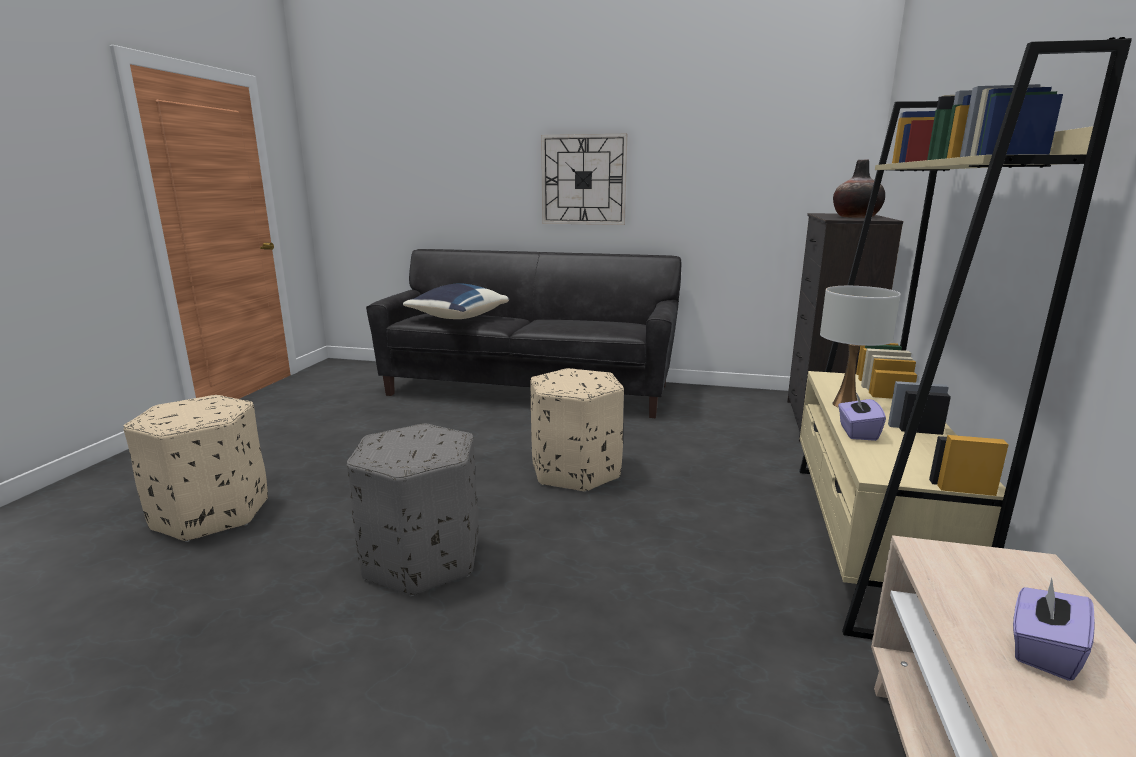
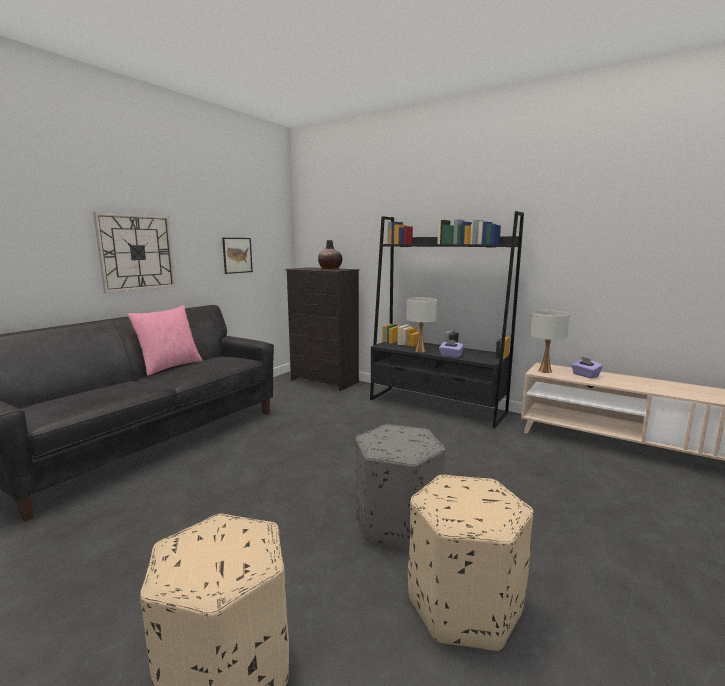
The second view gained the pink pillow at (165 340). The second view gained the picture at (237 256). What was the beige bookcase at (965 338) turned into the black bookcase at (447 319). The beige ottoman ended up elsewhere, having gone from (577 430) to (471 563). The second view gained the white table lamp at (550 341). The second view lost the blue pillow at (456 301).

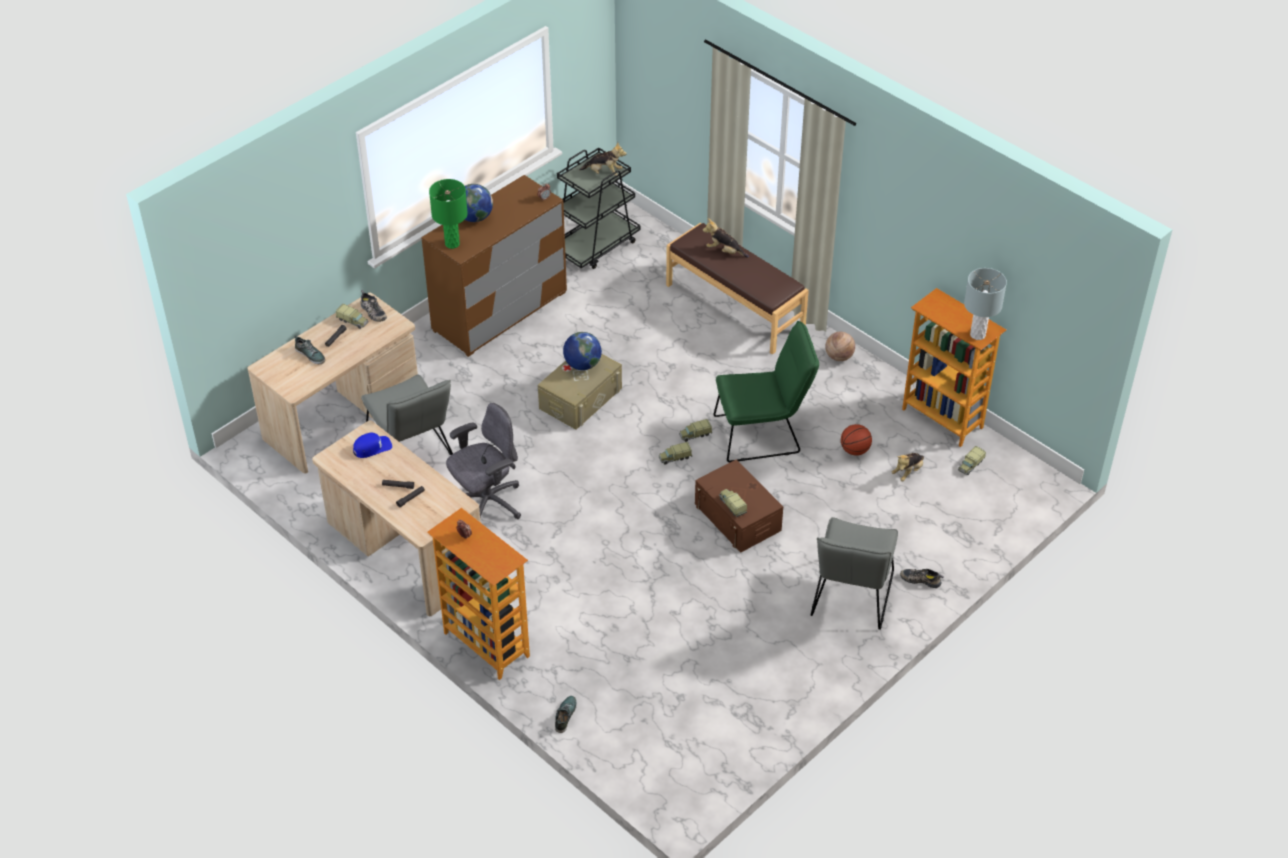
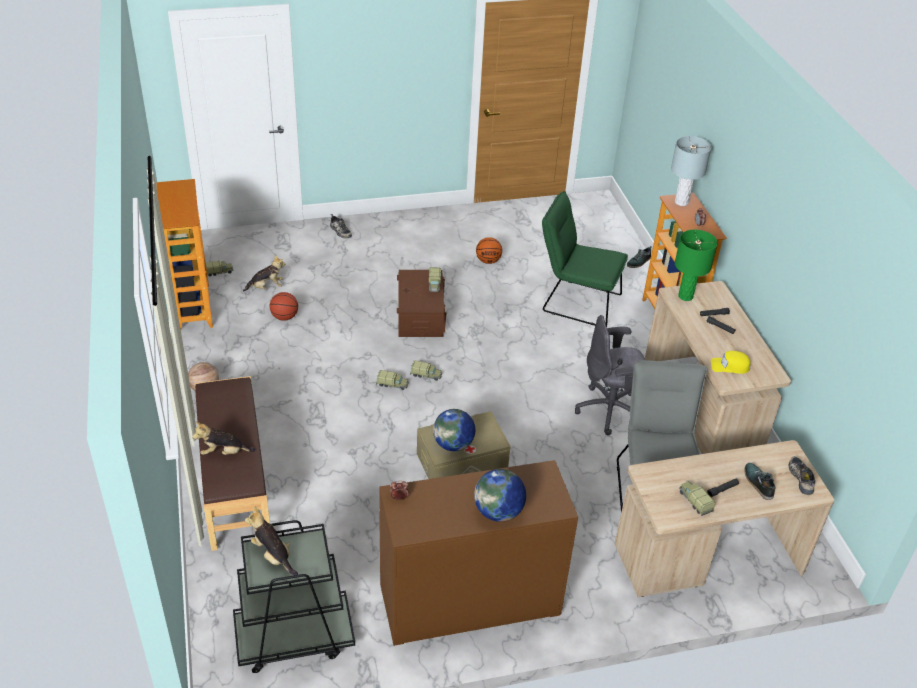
The plush toy at (726 238) ended up facing another way, 120 degrees clockwise from before. The second view gained the basketball at (489 250). The green chair ended up elsewhere, having gone from (766 391) to (585 259). The grey table lamp ended up elsewhere, having gone from (985 304) to (691 171). The green table lamp ended up elsewhere, having gone from (448 214) to (696 265). What was the blue cap at (372 445) turned into the yellow cap at (731 362). The shoe ended up elsewhere, having gone from (374 306) to (802 475). The second view lost the grey chair at (854 573).

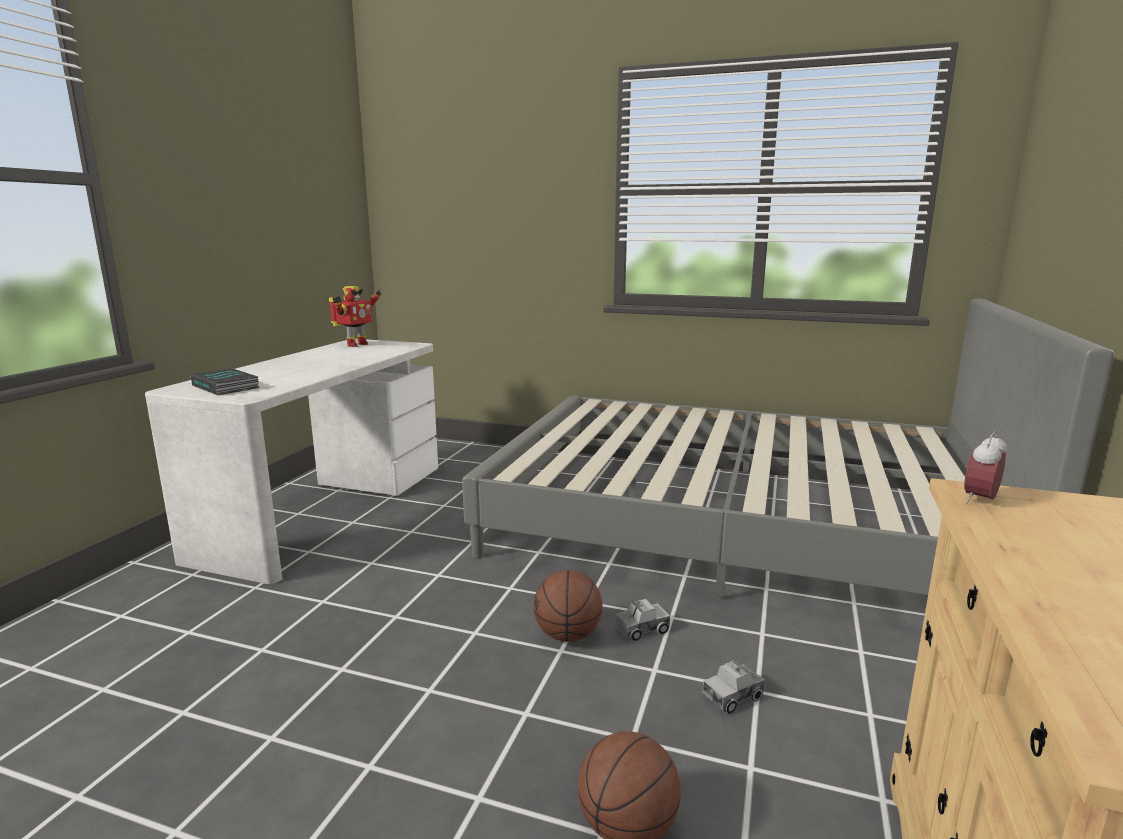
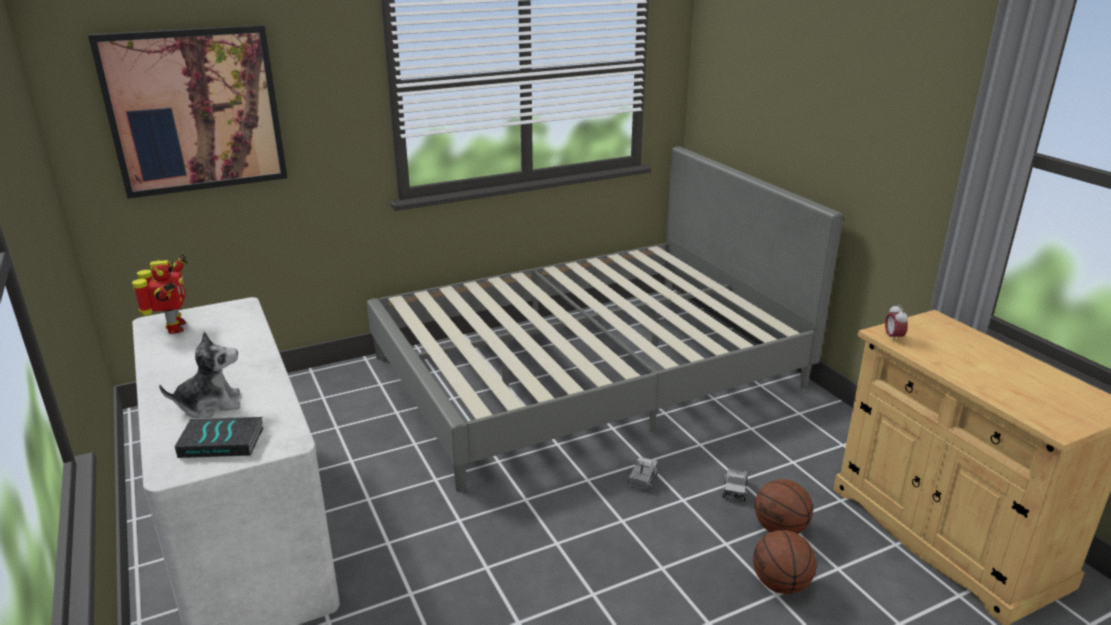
The second view gained the picture at (188 112). The second view gained the plush toy at (199 375). The basketball ended up elsewhere, having gone from (568 606) to (784 506).

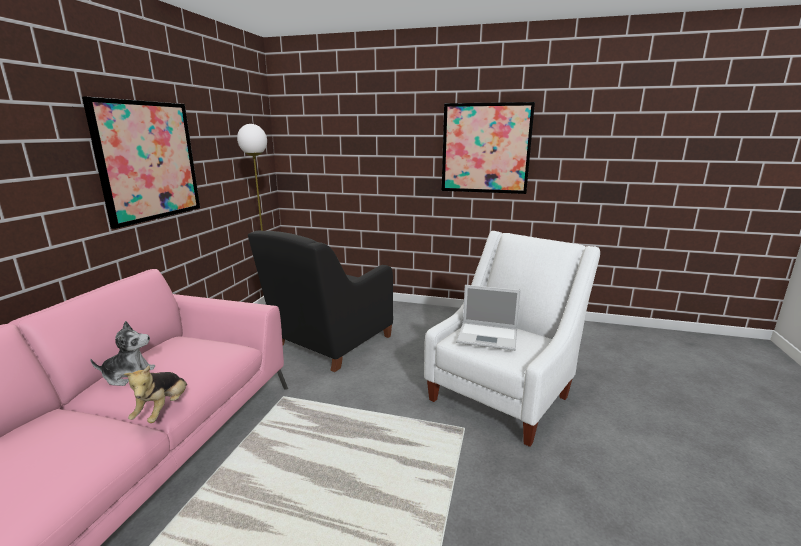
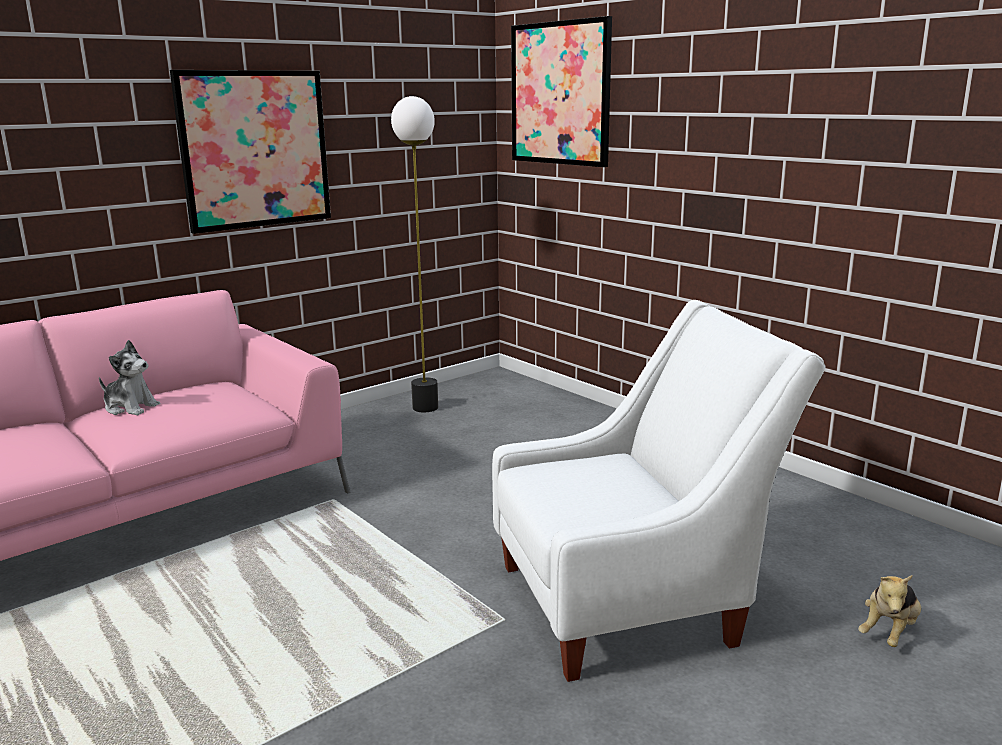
The picture ended up elsewhere, having gone from (488 148) to (561 91). The plush toy ended up elsewhere, having gone from (155 394) to (889 611). The second view lost the black armchair at (320 301). The second view lost the laptop at (488 318).

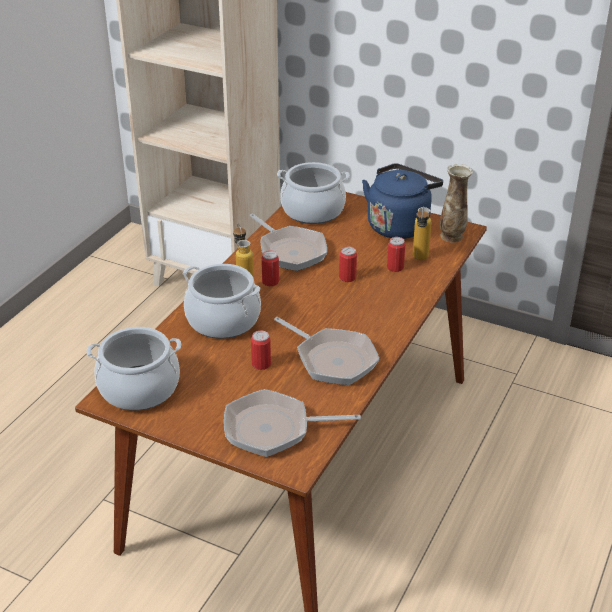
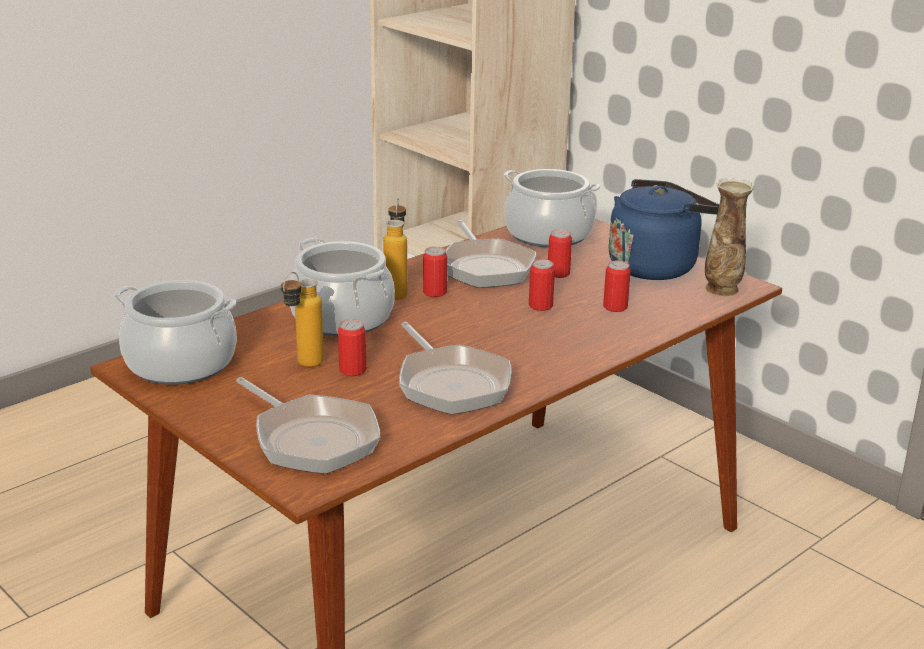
The frying pan at (292 423) ended up facing another way, 150 degrees counterclockwise from before. The bottle ended up elsewhere, having gone from (422 233) to (302 319). The second view gained the can at (560 253).

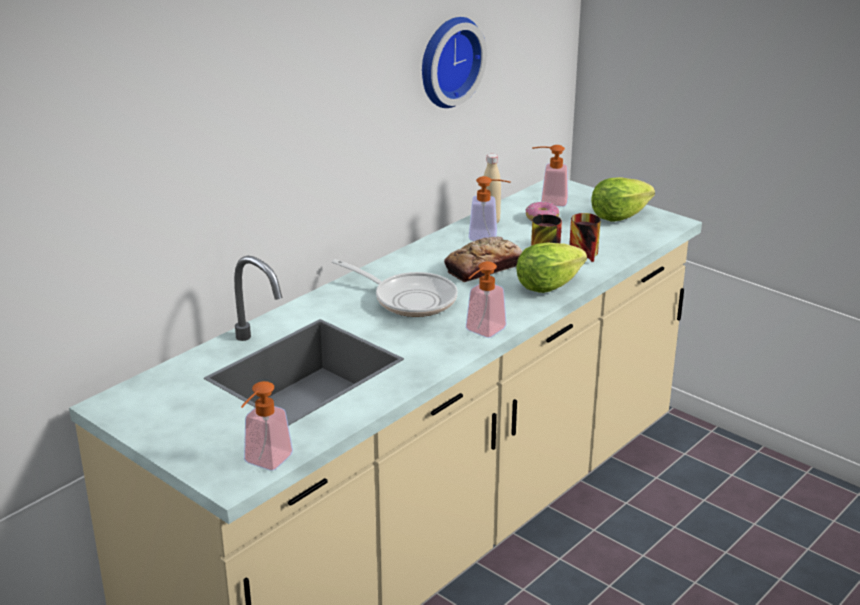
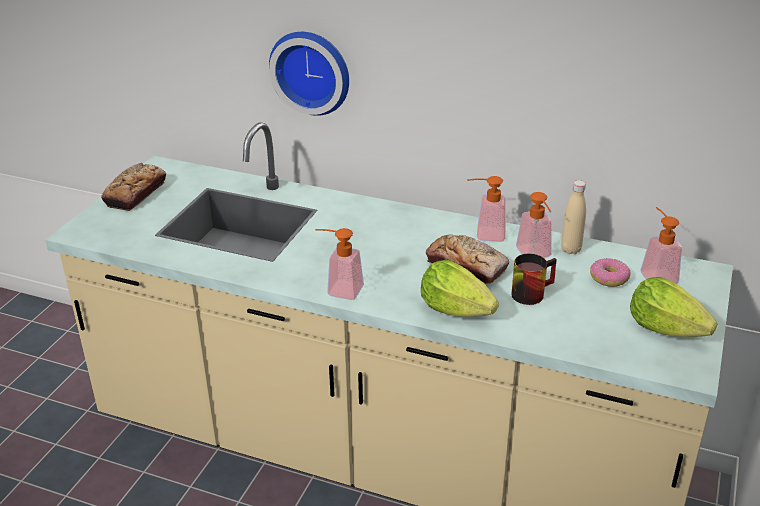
The second view gained the bread at (133 187). The wall clock ended up elsewhere, having gone from (454 62) to (309 74). The soap dispenser ended up elsewhere, having gone from (267 426) to (486 209). The second view lost the frying pan at (395 288). The second view lost the mug at (585 237).

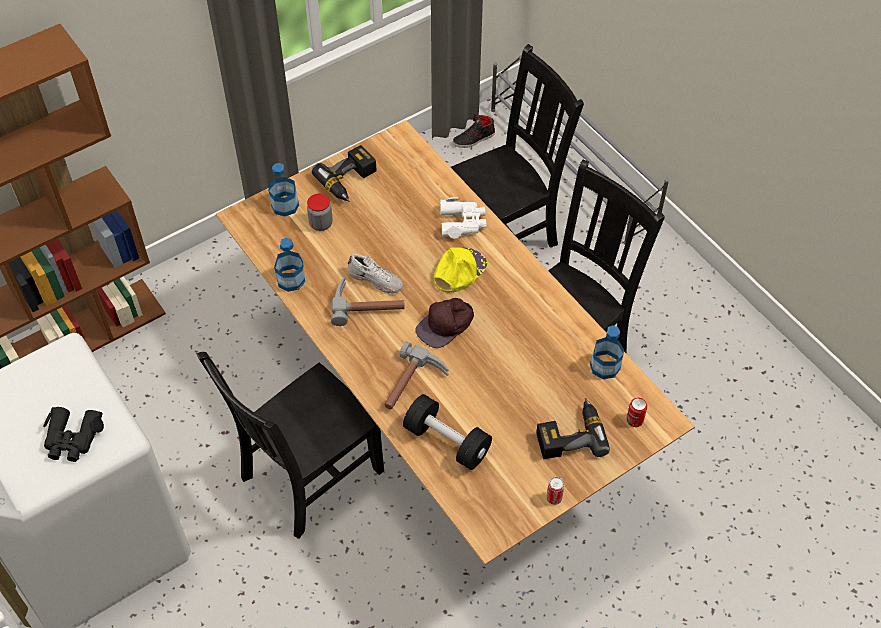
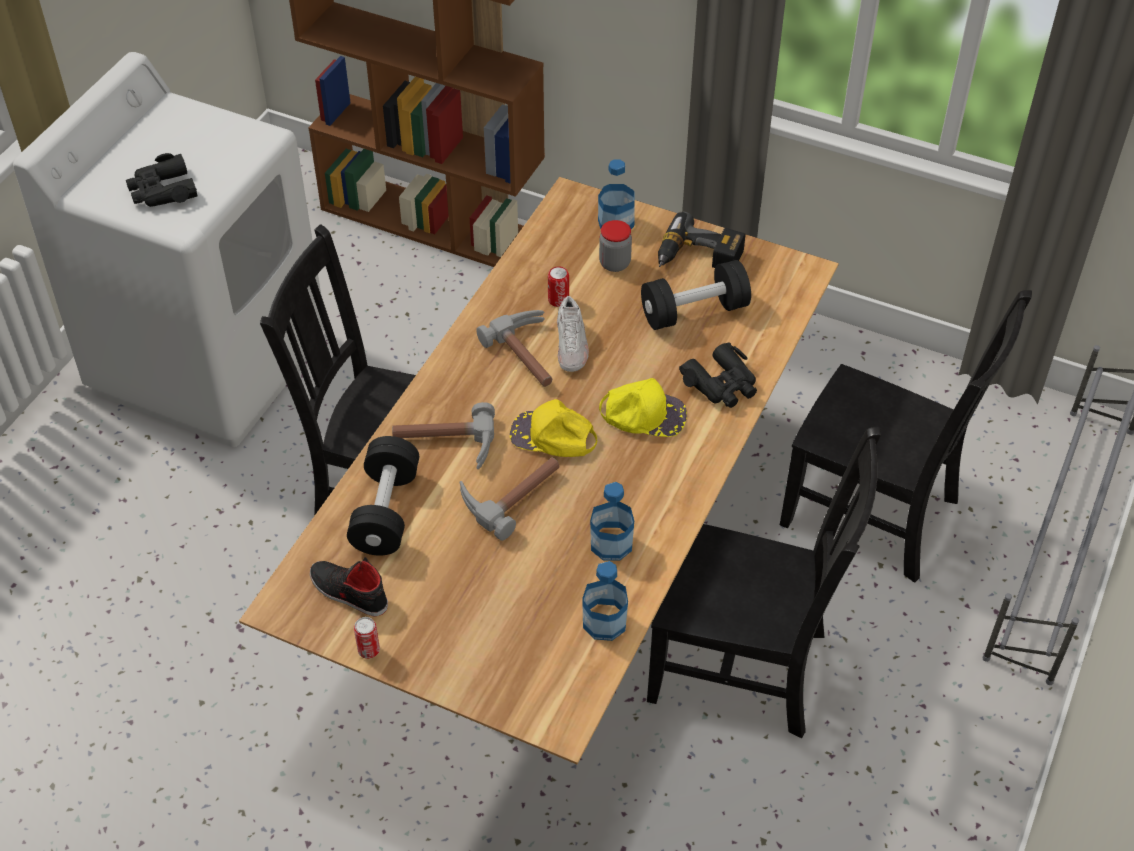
The black shoe ended up elsewhere, having gone from (474 131) to (349 587). The second view gained the hammer at (510 499). What was the brown cap at (444 323) turned into the yellow cap at (553 428). The can ended up elsewhere, having gone from (637 412) to (558 286). The bottle ended up elsewhere, having gone from (289 265) to (612 521). The second view gained the black dumbbell at (696 295). What was the white binoculars at (463 218) turned into the black binoculars at (718 375). The second view lost the power drill at (573 428).

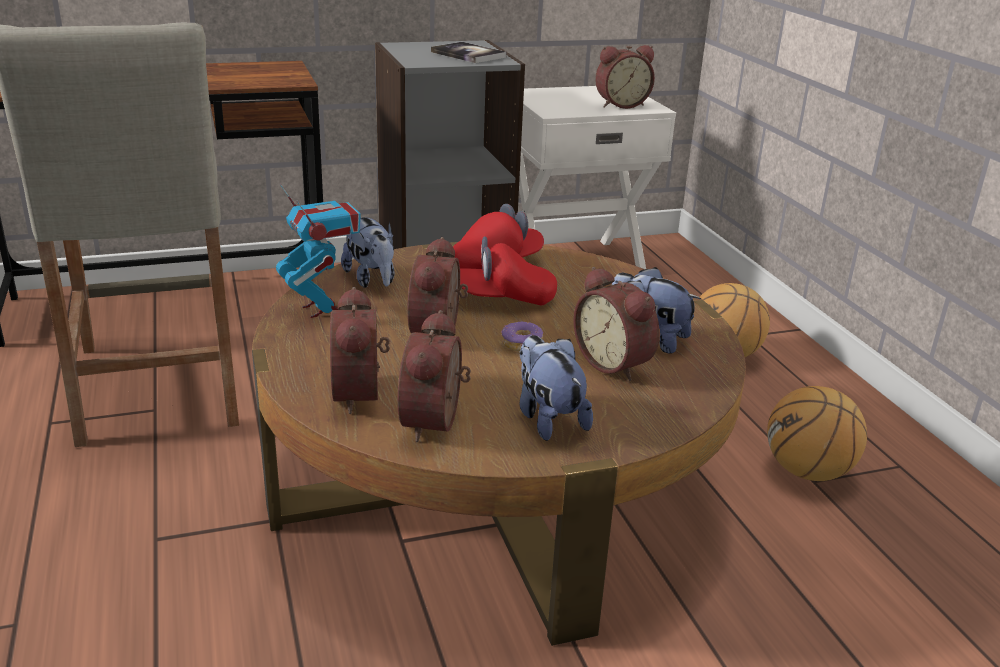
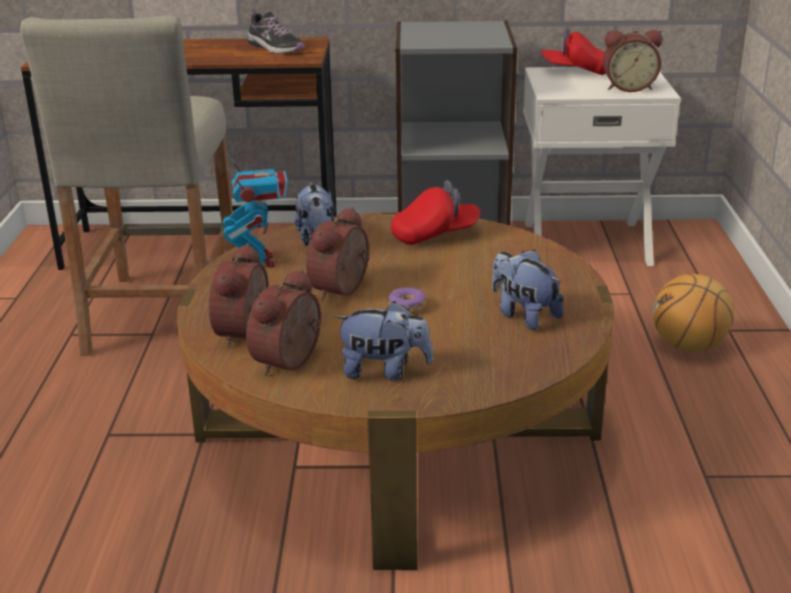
The second view gained the shoe at (276 32). The plush toy at (556 388) ended up facing another way, 105 degrees clockwise from before. The red cap ended up elsewhere, having gone from (508 270) to (573 51). The second view lost the book at (469 52). The second view lost the alarm clock at (616 324). The second view lost the basketball at (817 433).

